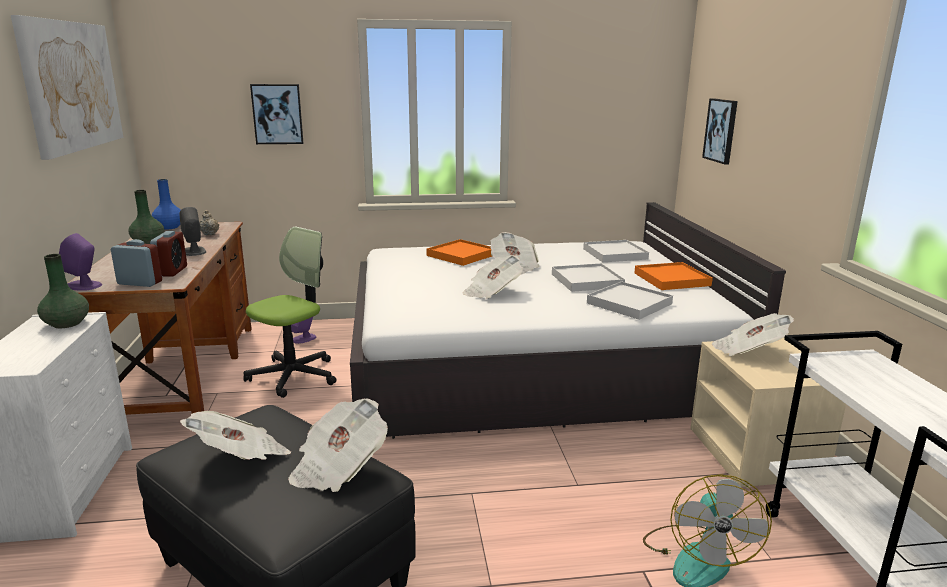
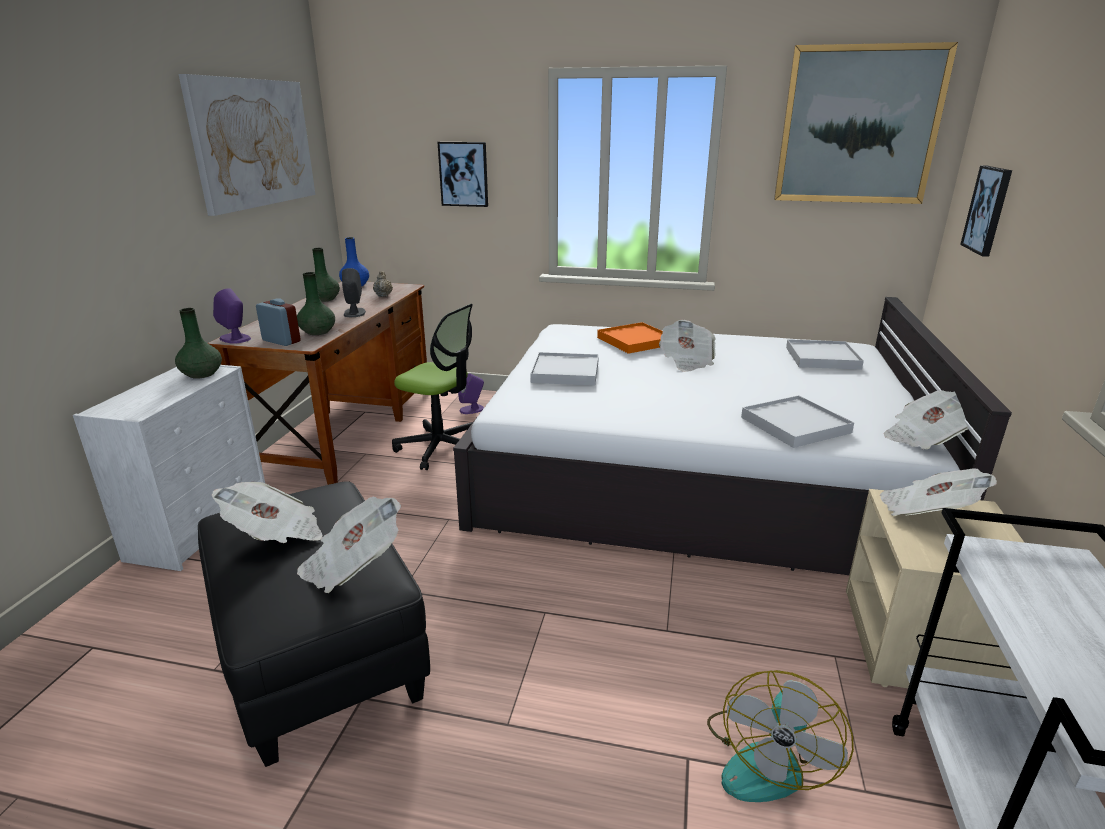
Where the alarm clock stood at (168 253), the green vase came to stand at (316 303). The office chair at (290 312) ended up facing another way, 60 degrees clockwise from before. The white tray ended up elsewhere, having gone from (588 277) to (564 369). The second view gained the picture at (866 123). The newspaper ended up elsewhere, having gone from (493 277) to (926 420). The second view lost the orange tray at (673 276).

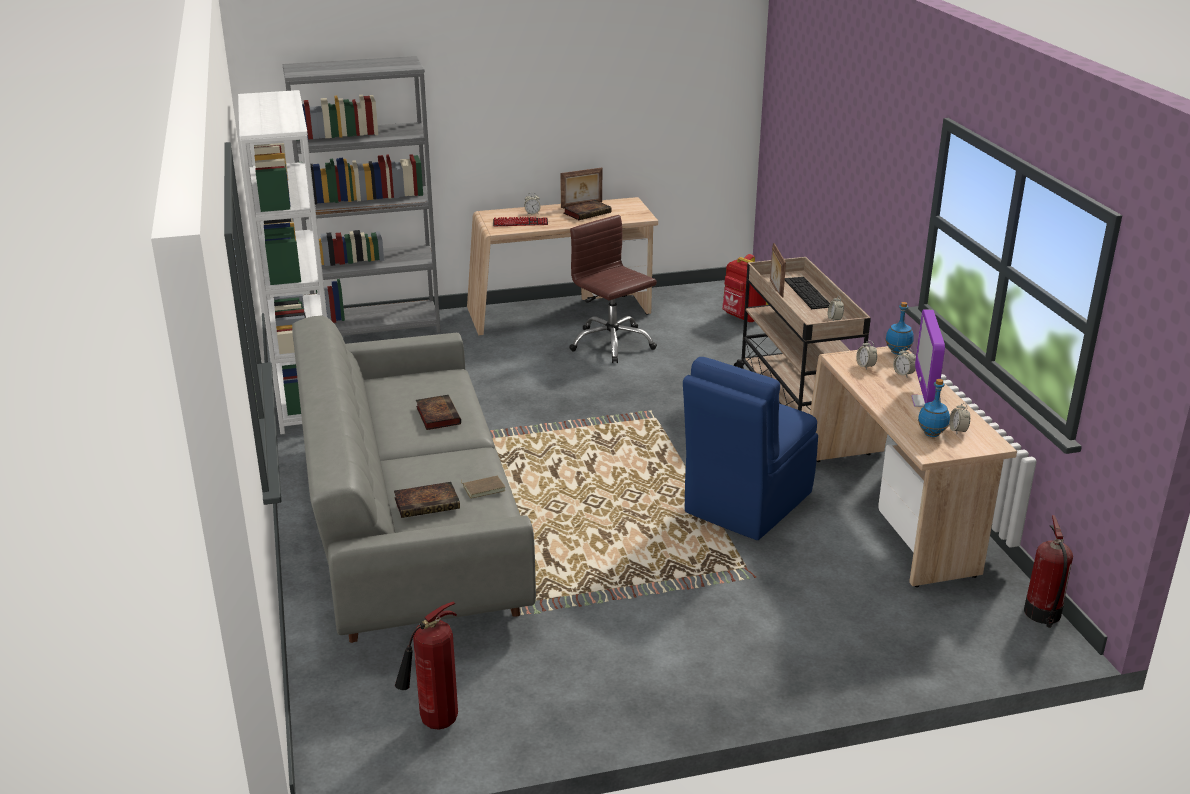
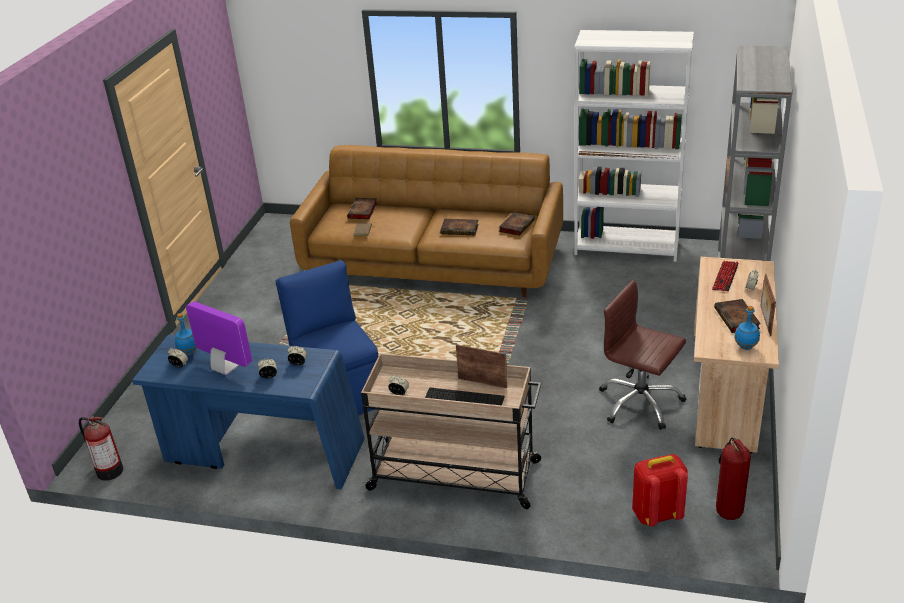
What was the beige desk at (913 466) turned into the blue desk at (248 412). What was the grey sofa at (414 479) turned into the brown sofa at (426 221). The second view gained the book at (517 224). The brown office chair at (613 289) ended up facing another way, 135 degrees counterclockwise from before. The fire extinguisher ended up elsewhere, having gone from (426 665) to (733 479). The blue bottle ended up elsewhere, having gone from (900 328) to (747 328).

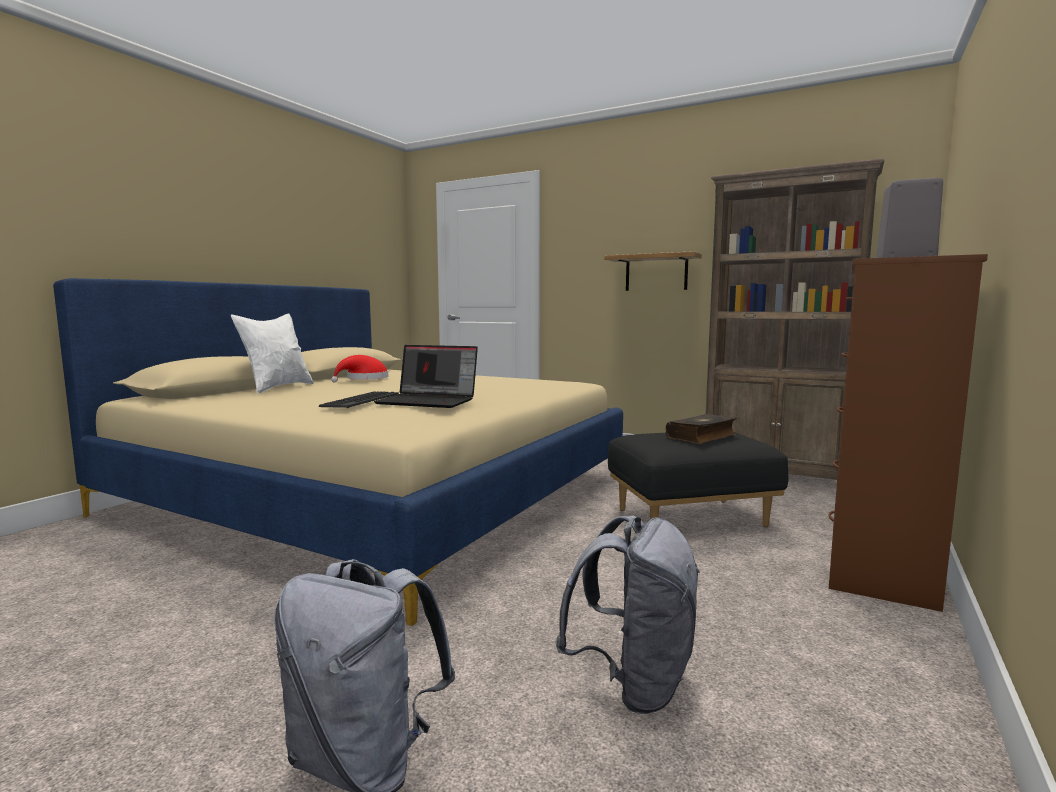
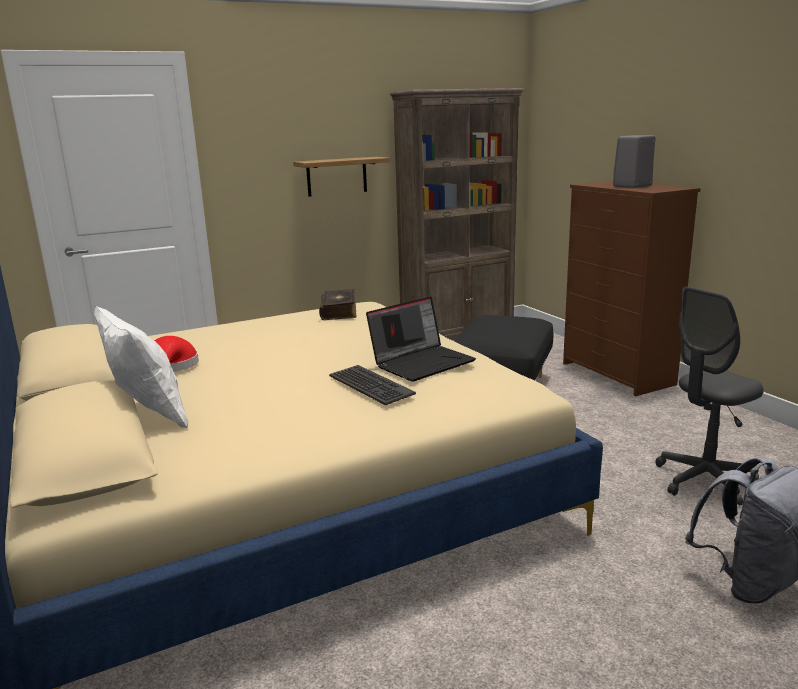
The book ended up elsewhere, having gone from (701 429) to (338 304). Where the grey backpack stood at (627 615), the grey office chair came to stand at (709 396).

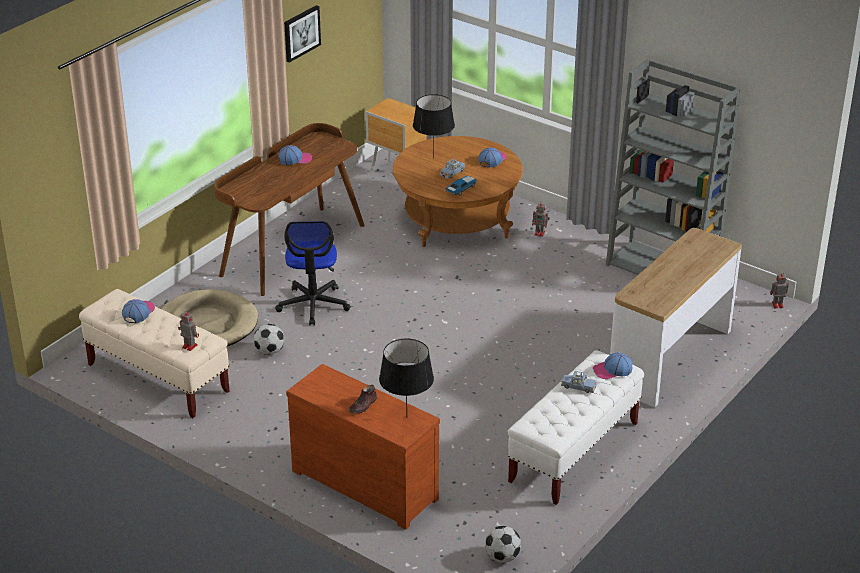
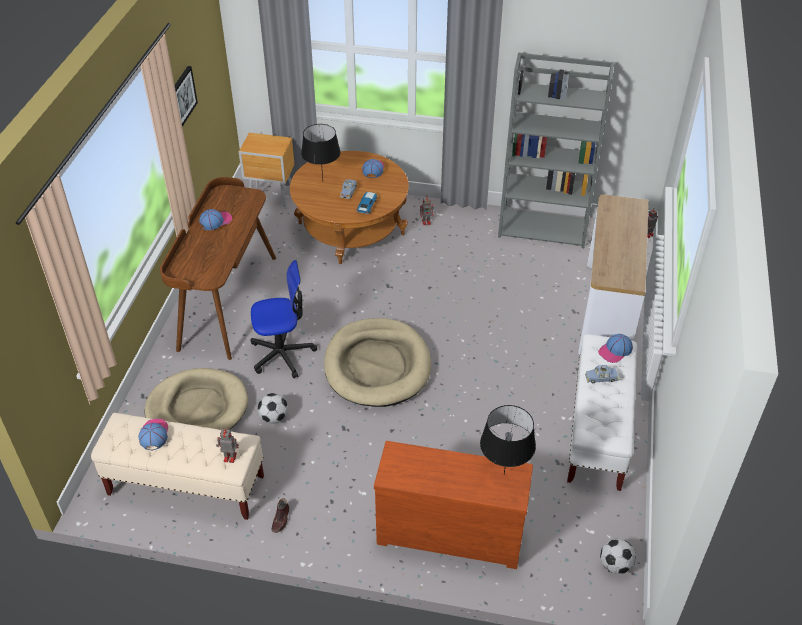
The office chair at (313 273) ended up facing another way, 75 degrees counterclockwise from before. The brown shoe ended up elsewhere, having gone from (362 399) to (280 515). The second view gained the beige dog bed at (377 362).

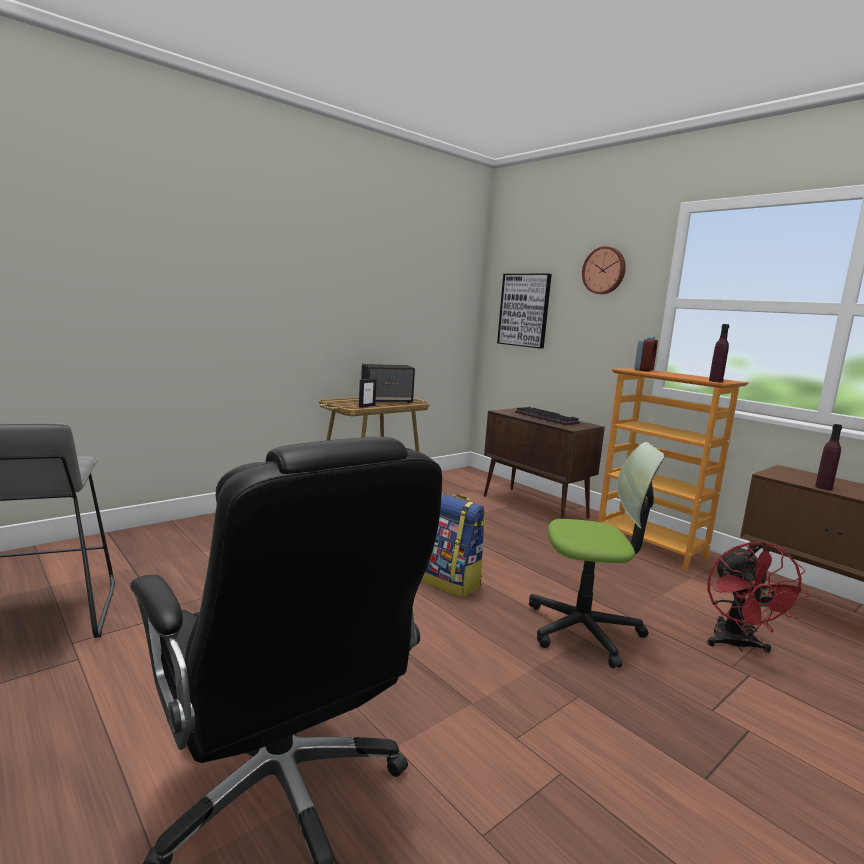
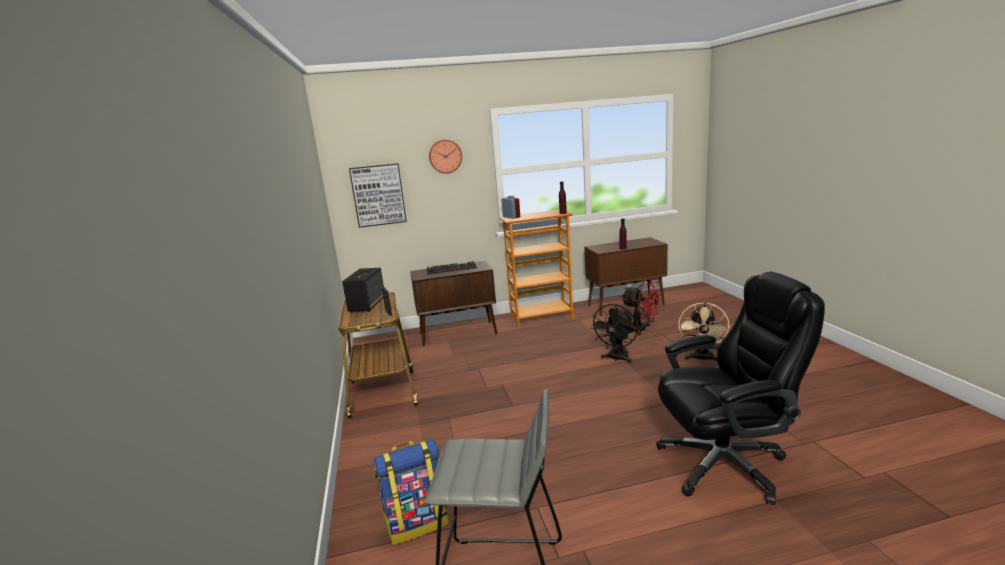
The backpack ended up elsewhere, having gone from (453 545) to (411 492). Where the office chair stood at (597 555), the black fan came to stand at (614 333). The second view gained the beige fan at (704 332).

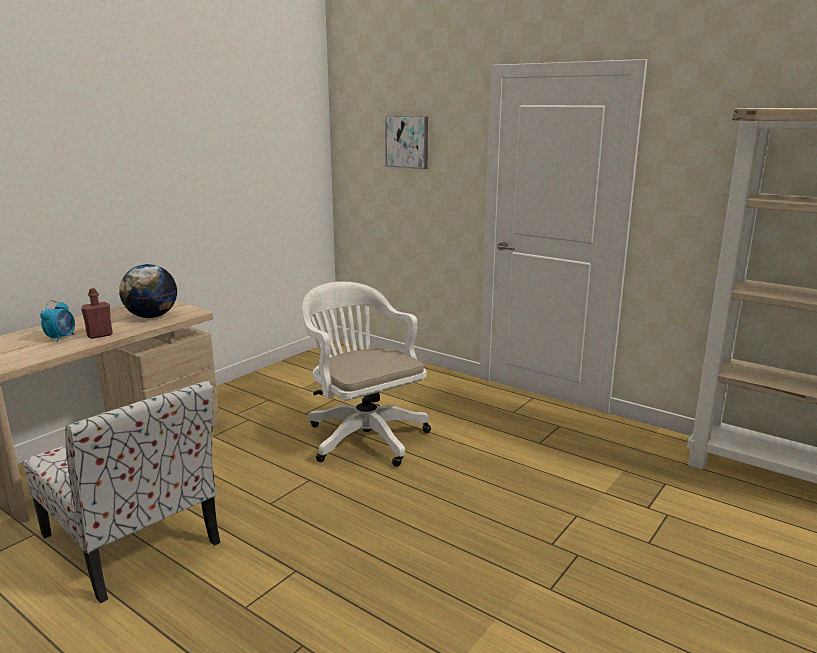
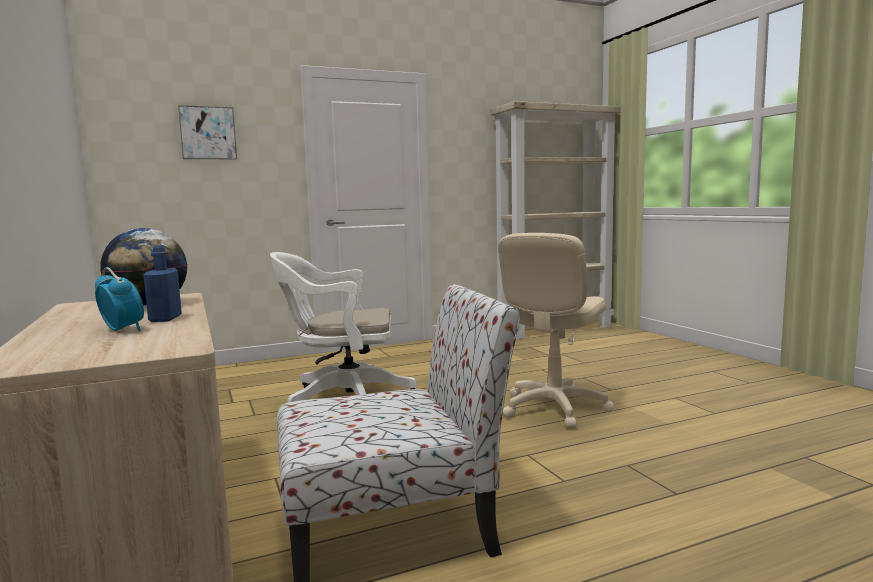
What was the red bottle at (97 313) turned into the blue bottle at (162 283). The second view gained the beige office chair at (556 331).

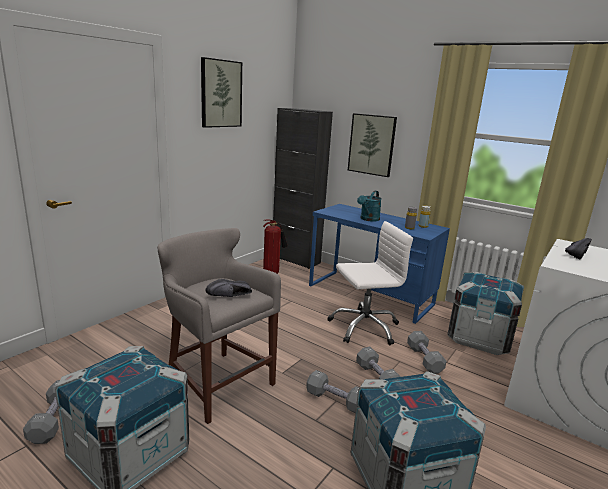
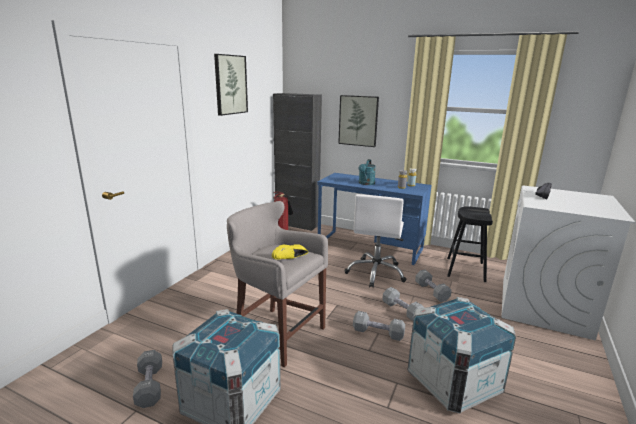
What was the black shoe at (229 288) turned into the yellow shoe at (290 252). The white office chair at (370 283) ended up facing another way, 135 degrees clockwise from before. Where the crate stood at (485 313), the black stool came to stand at (470 244).

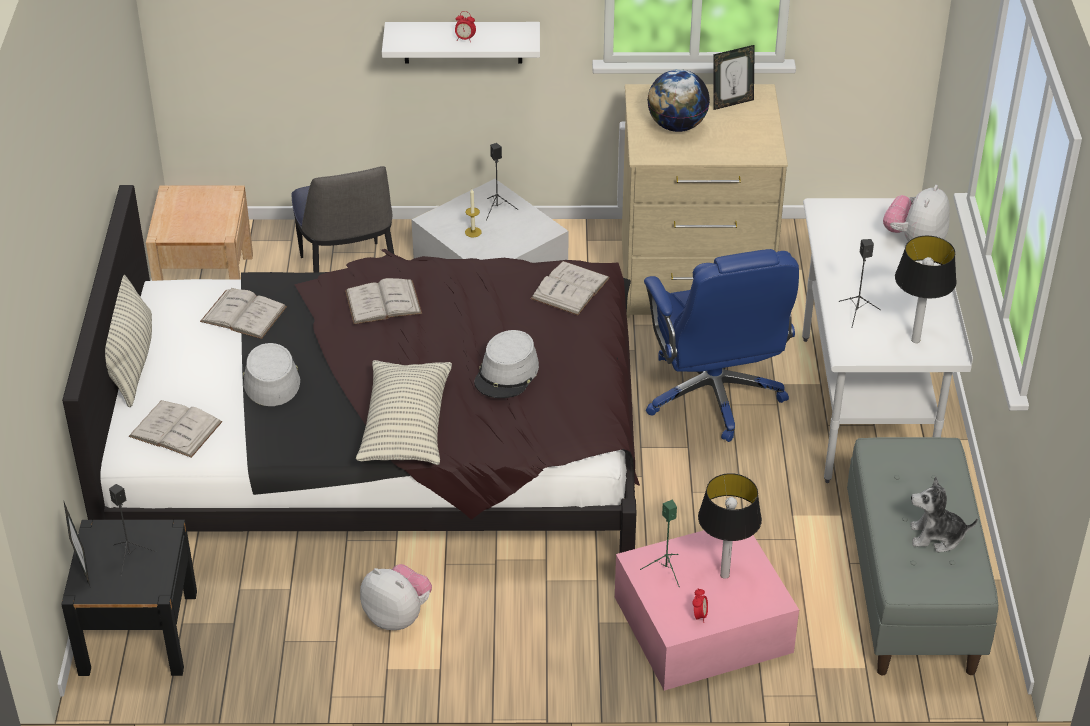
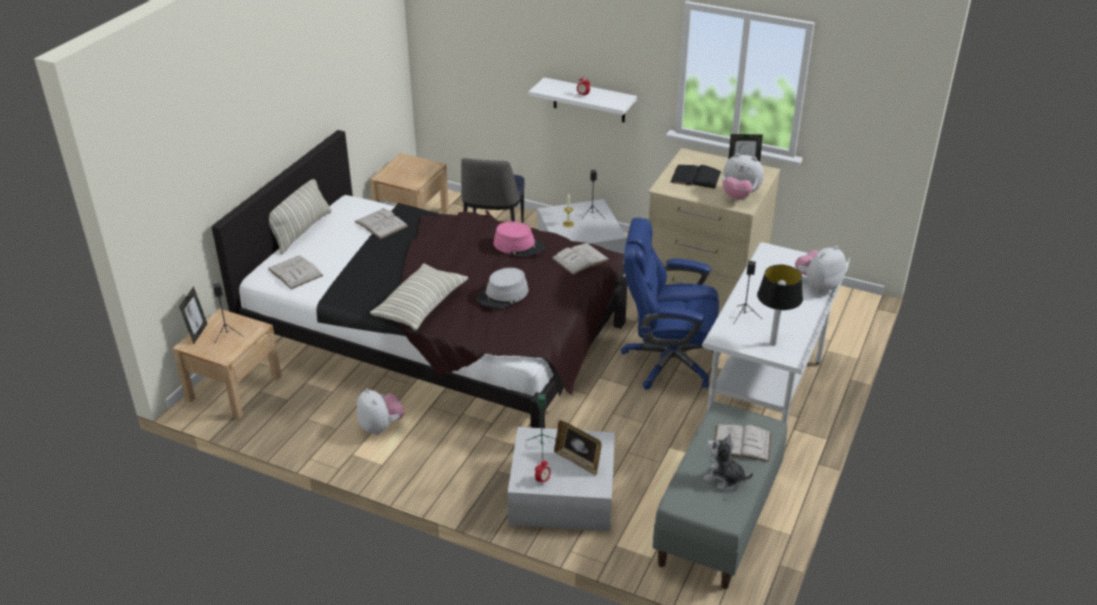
What was the black nightstand at (129 598) turned into the beige nightstand at (227 364). The second view gained the pink hat at (519 239). What was the pink storage box at (707 610) turned into the white storage box at (561 479). Where the table lamp stood at (730 526), the picture frame came to stand at (578 448). The blue office chair at (721 345) ended up facing another way, 90 degrees clockwise from before. Where the globe stood at (678 100), the black book came to stand at (695 177). The white book ended up elsewhere, having gone from (383 301) to (742 443). The second view gained the plush toy at (743 176). The second view lost the grey hat at (271 374).

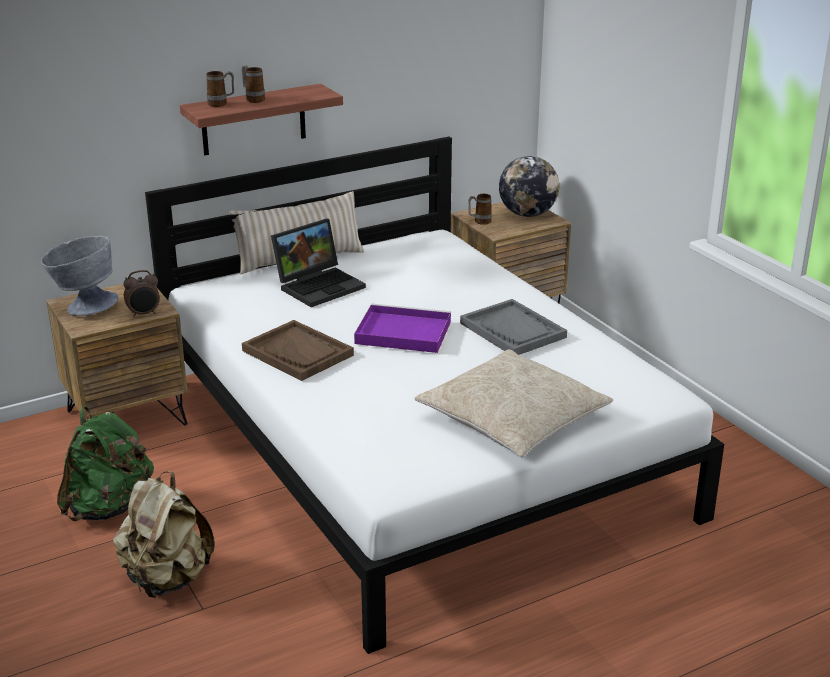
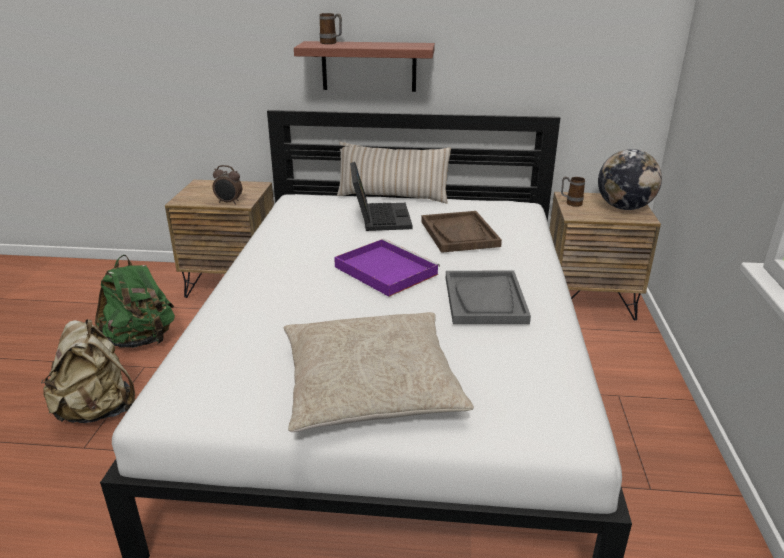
The laptop at (318 263) ended up facing another way, 90 degrees counterclockwise from before. The brown tray ended up elsewhere, having gone from (298 350) to (461 232). The second view lost the grey bowl at (79 276). The second view lost the mug at (253 84).

